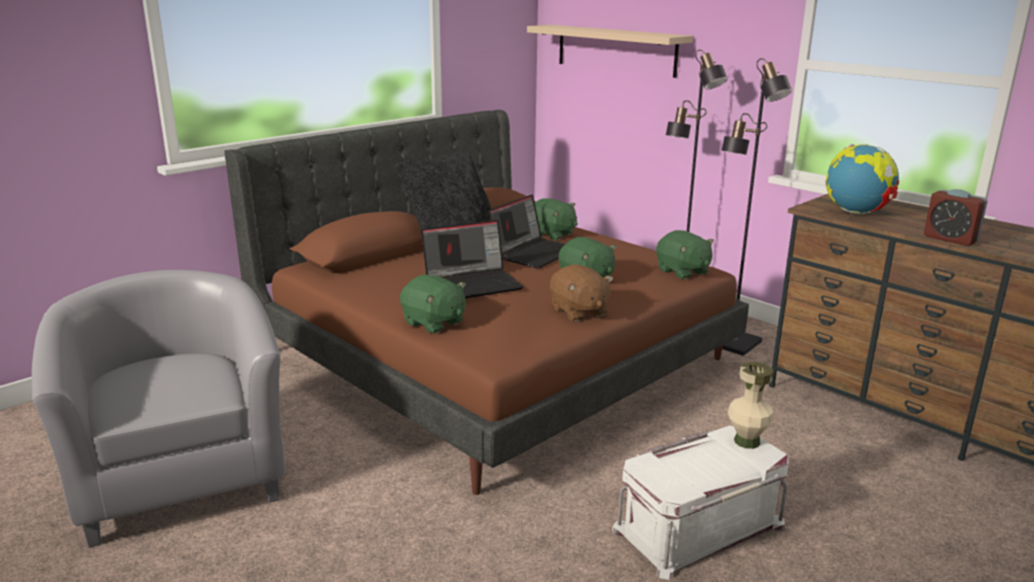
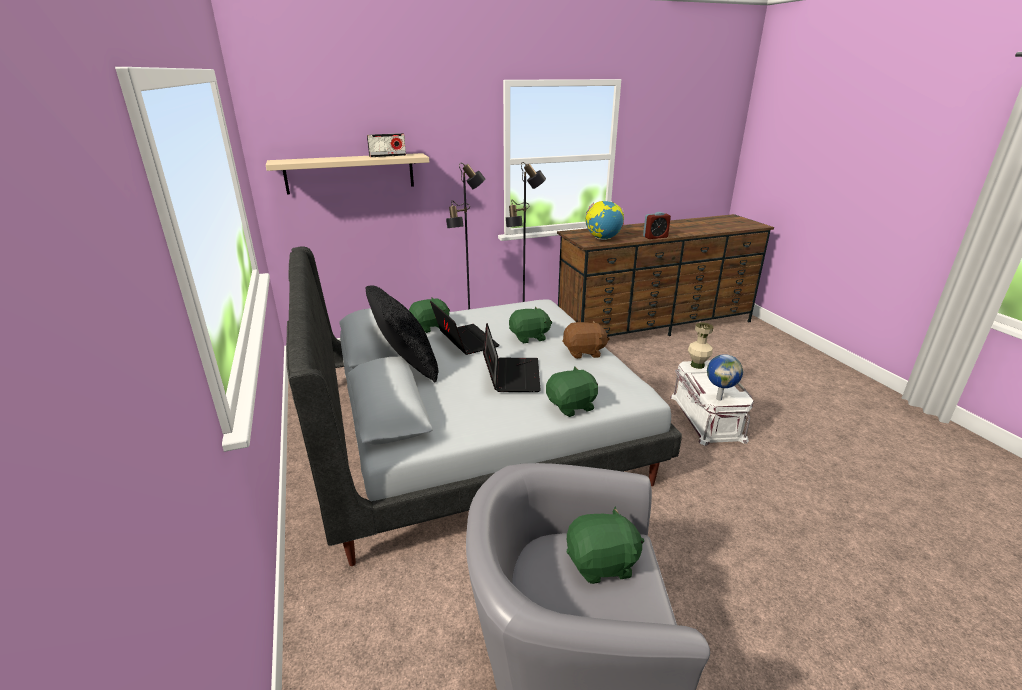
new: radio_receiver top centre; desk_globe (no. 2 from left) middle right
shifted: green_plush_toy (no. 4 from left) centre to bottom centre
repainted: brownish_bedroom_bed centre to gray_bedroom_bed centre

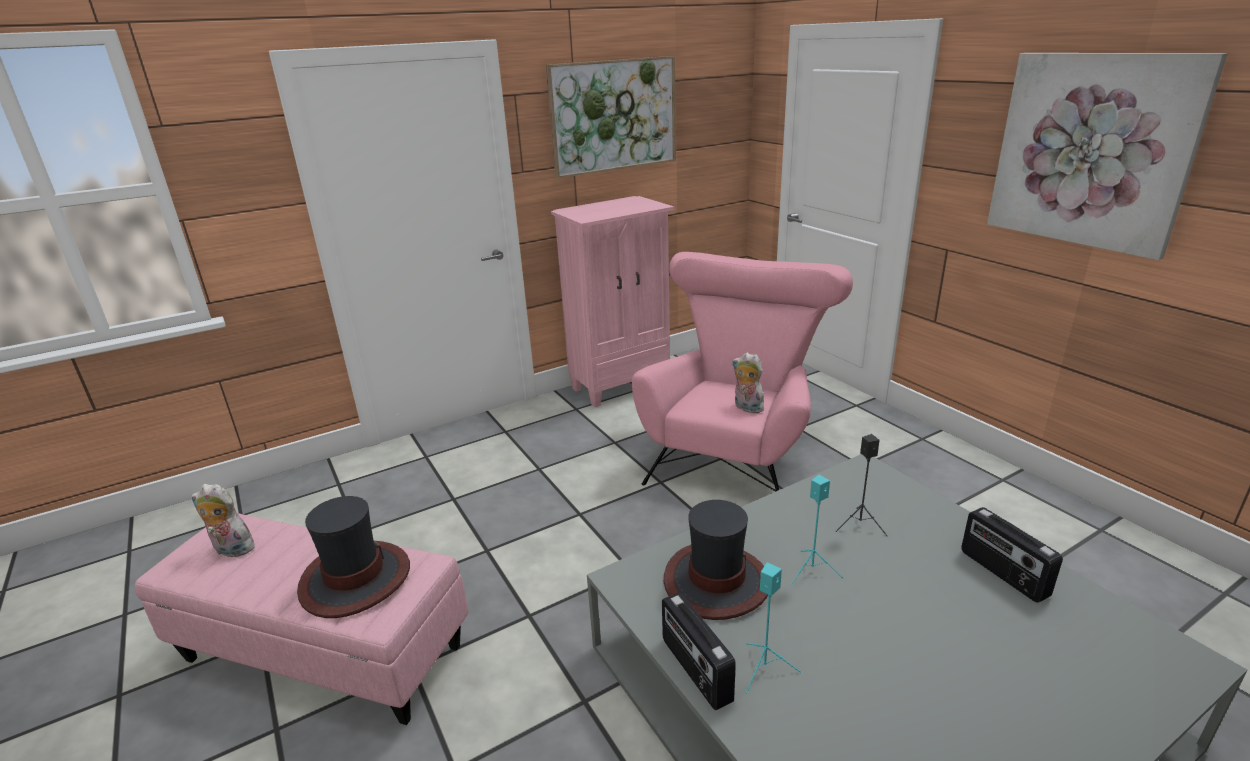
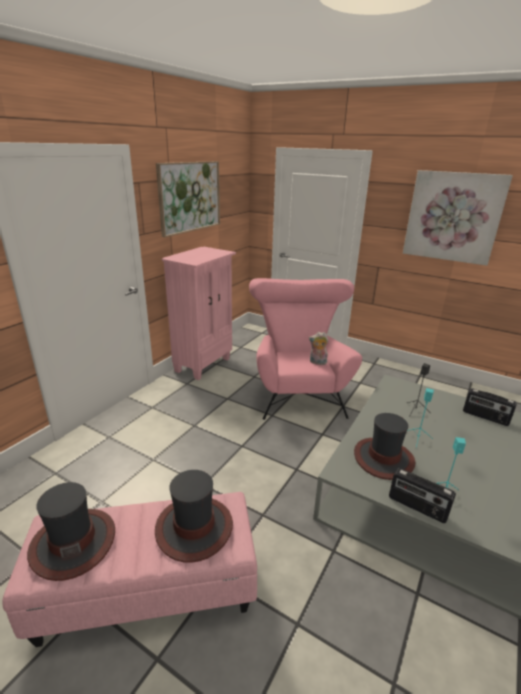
swapped: plush_toy (no. 1 from left) bottom left to hat (no. 1 from left) bottom left

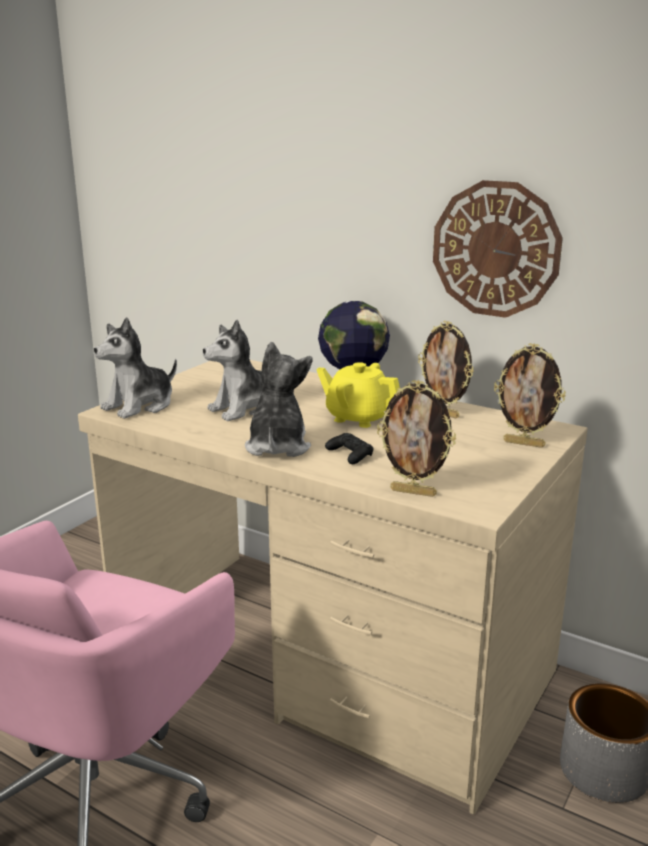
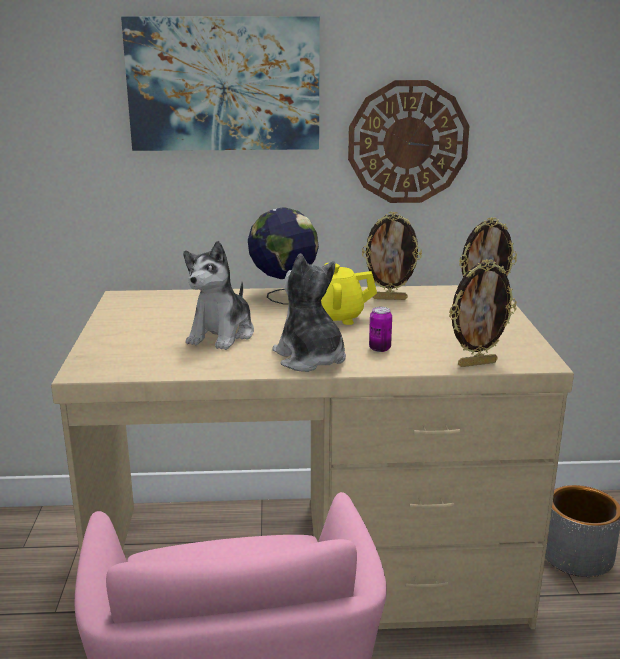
gone: plush_toy (no. 1 from left) middle left
new: wall_picture top centre
swapped: black_joypad centre to sealed_can centre

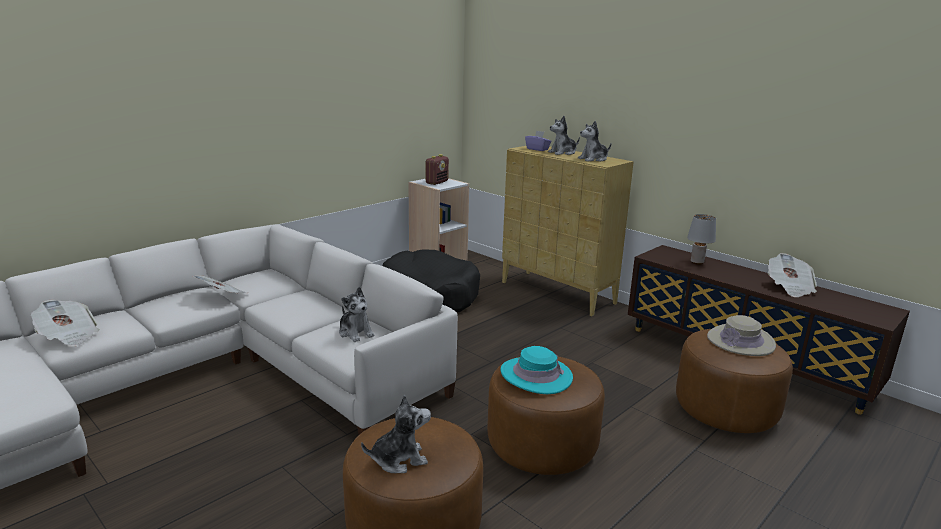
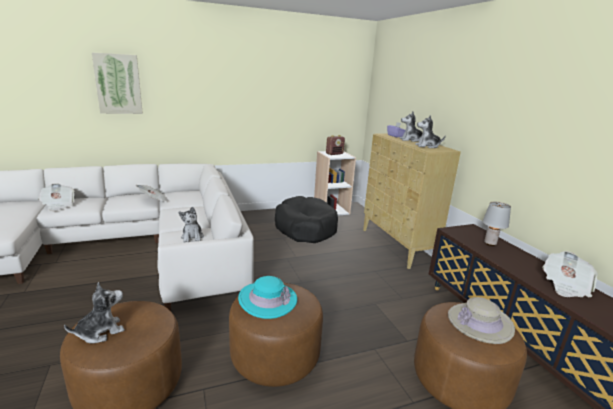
new: wall_picture top left
rotated: plush_toy (no. 2 from left in the first image) bottom centre = bottom left 45 degrees counterclockwise

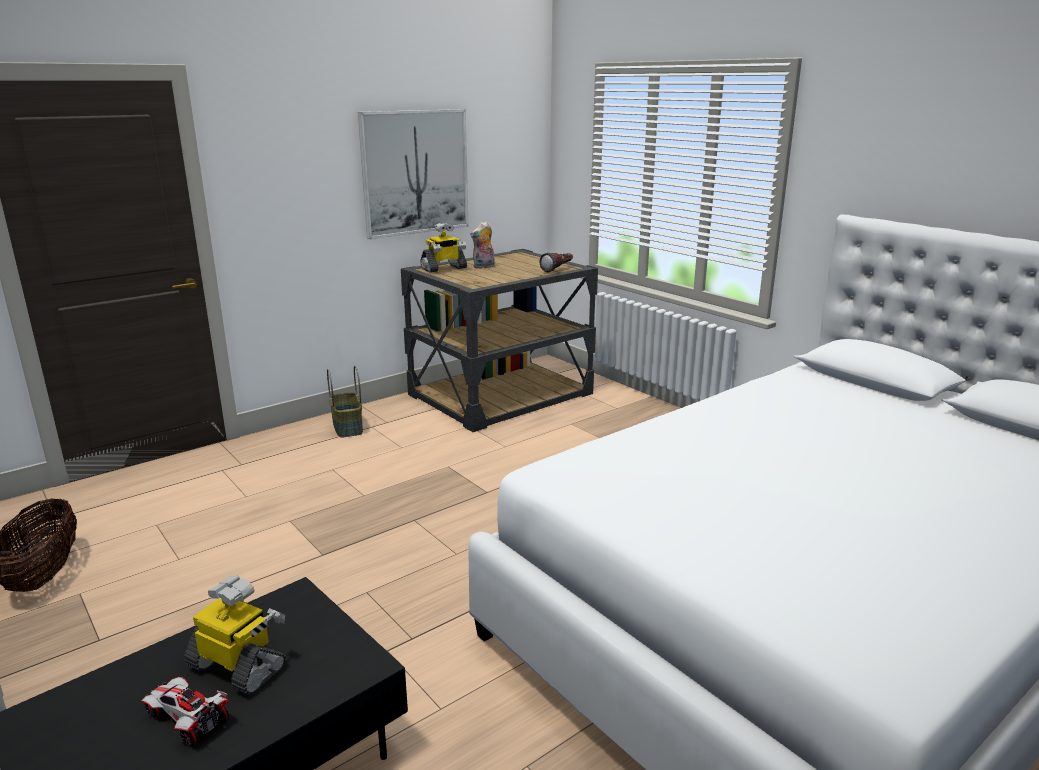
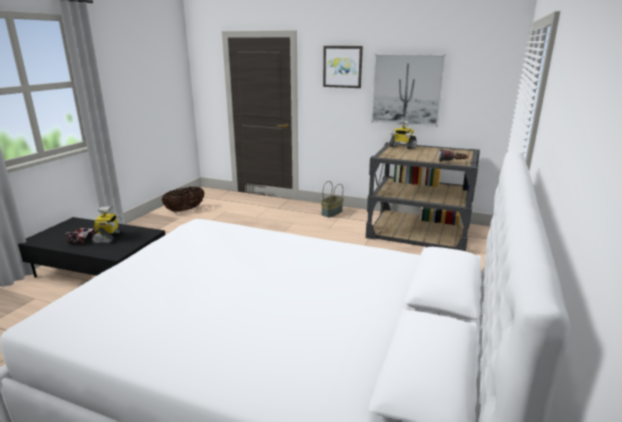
gone: plush_toy top centre
new: wall_picture (no. 1 from left) top centre

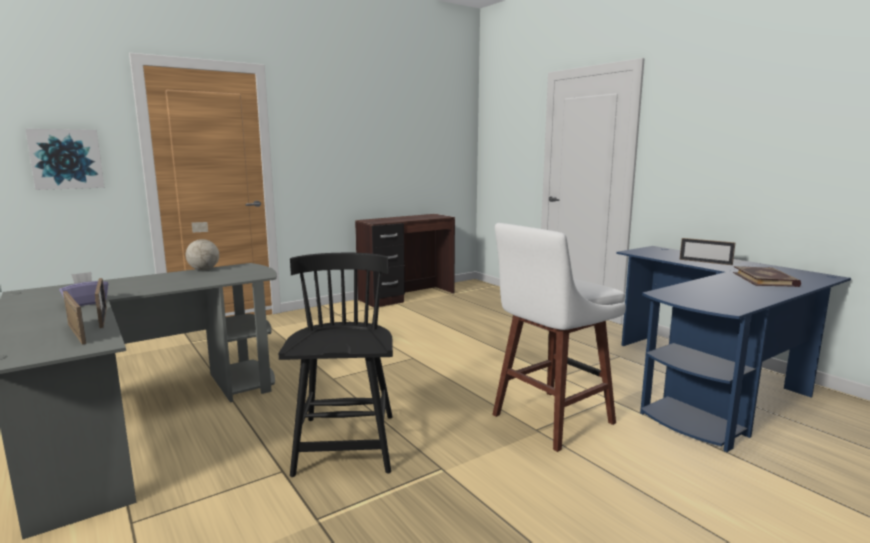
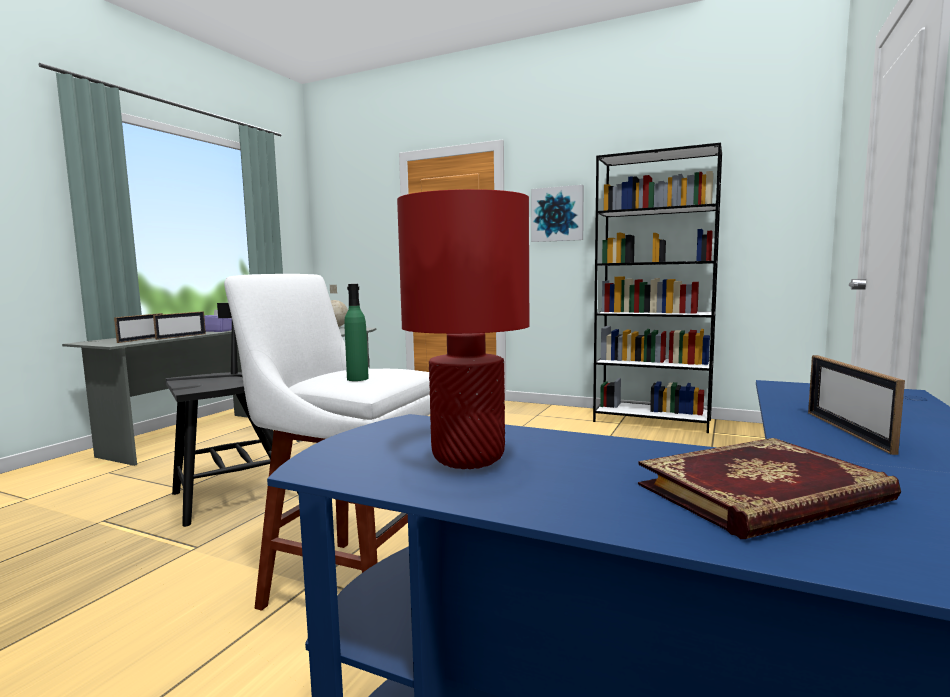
new: green_beverage_bottle centre; red-coloured_tabletop_lamp centre
shifted: wall_picture top left to top centre
swapped: brownish_desk_table centre to white_shelving_unit middle right

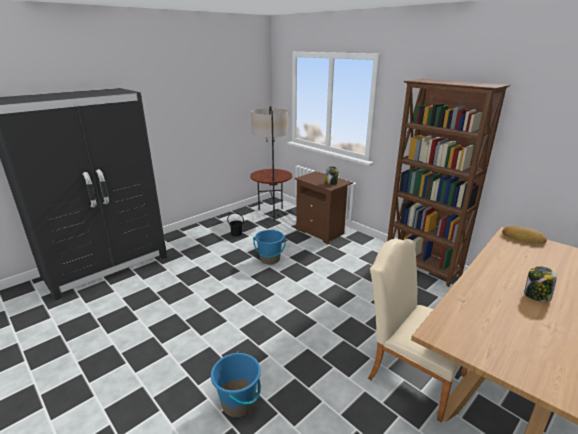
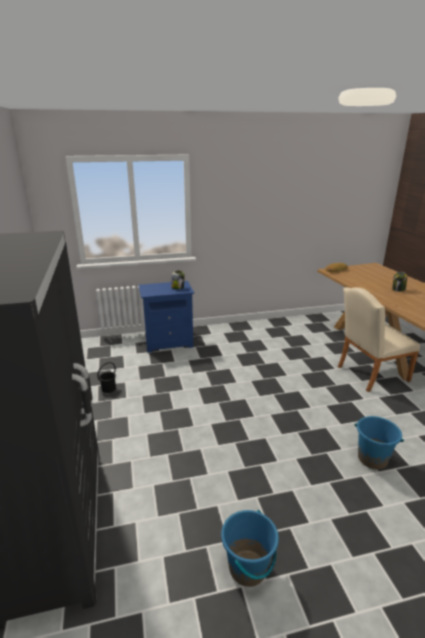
gone: floor_lamp centre; brownish_shelving_unit middle right
shifted: blue_bucket (no. 2 from left in the first image) centre to blue_bucket (no. 1 from left) bottom centre
repainted: brownish_night_table centre to blue_night_table centre

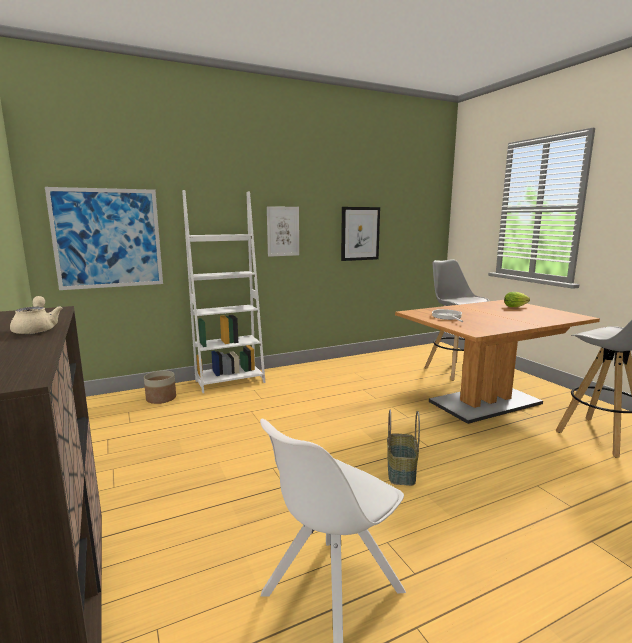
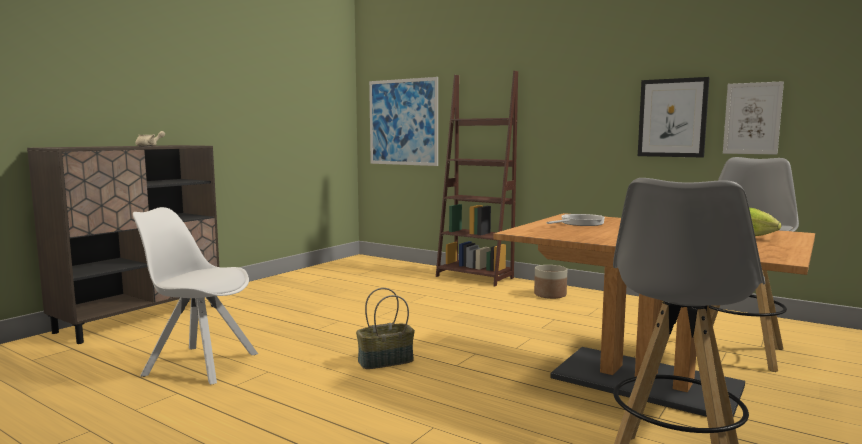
shifted: flower_pot middle left to centre; wall_picture (no. 2 from left in the first image) centre to wall_picture (no. 3 from left) top right
repainted: white_shelving_unit centre to brownish_shelving_unit centre

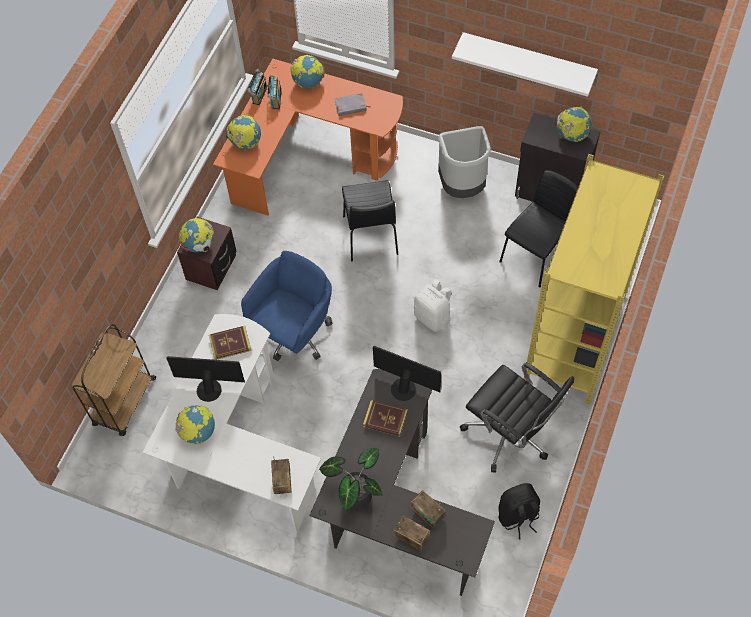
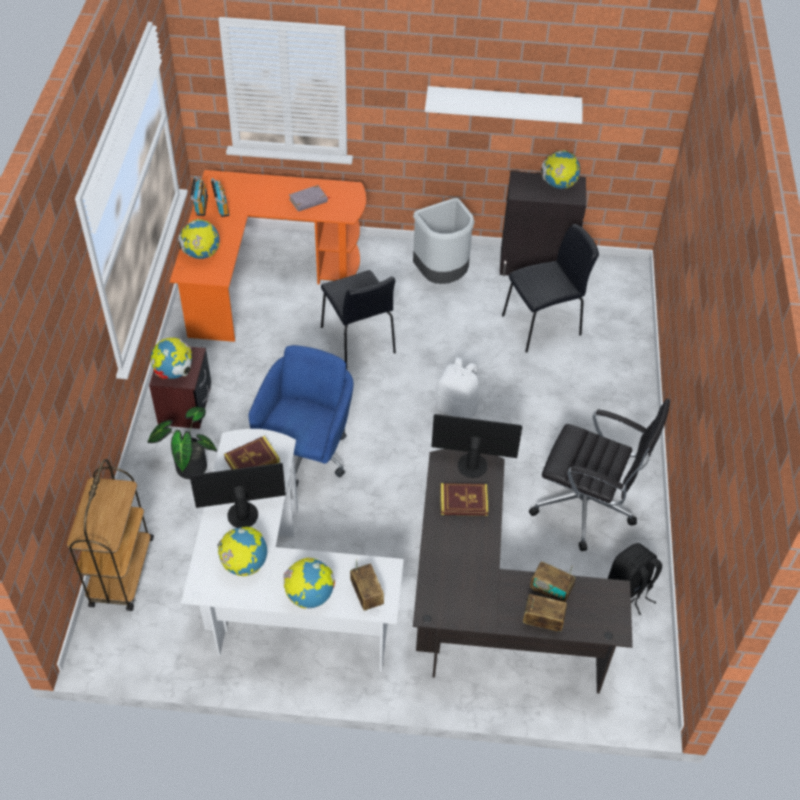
gone: yellow_shelving_unit middle right
shifted: desk_globe (no. 4 from left) top centre to bottom centre; potted_plant bottom centre to middle left
rotated: black_upright_chair (no. 2 from left) middle right = middle right 45 degrees clockwise

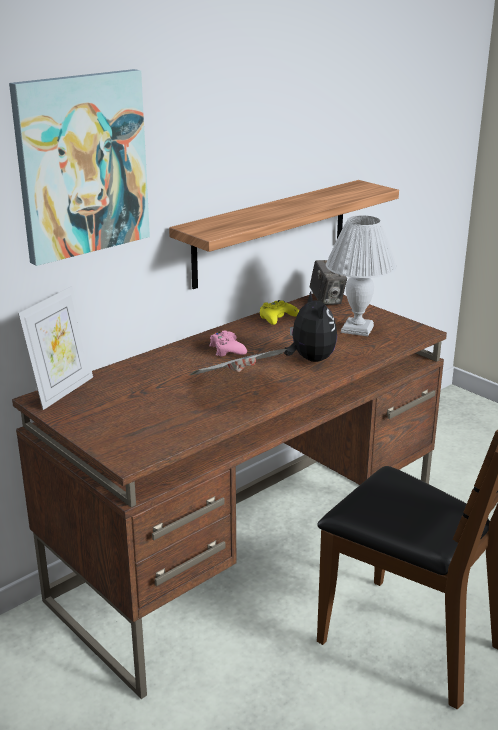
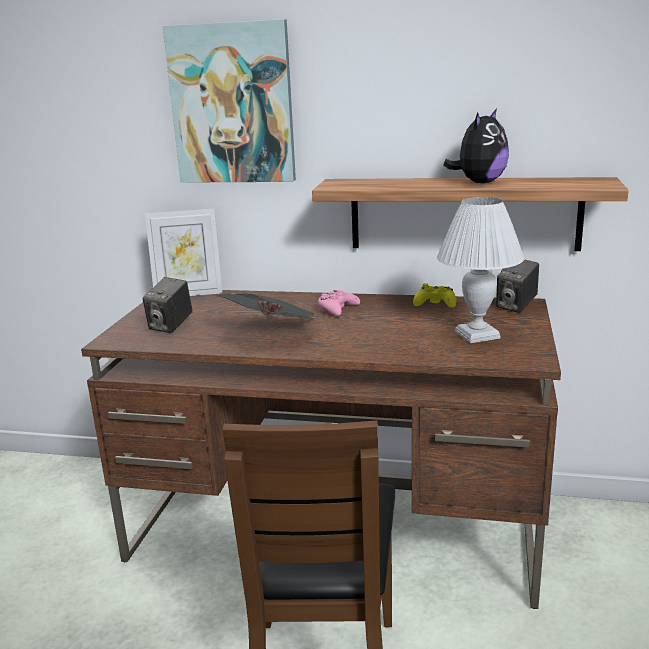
new: photo_camera (no. 1 from left) middle left
shifted: plush_toy centre to top right

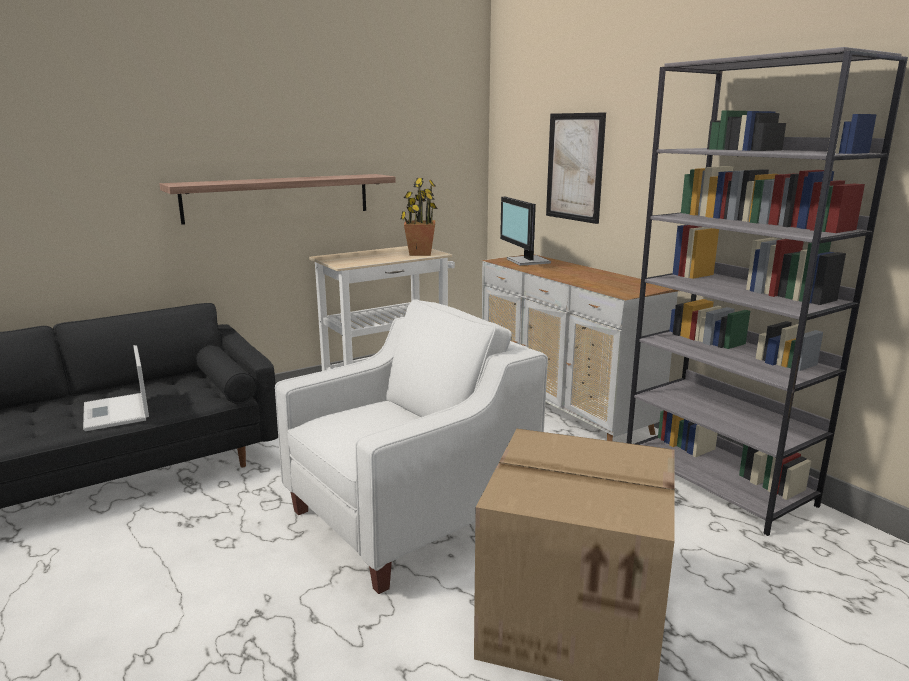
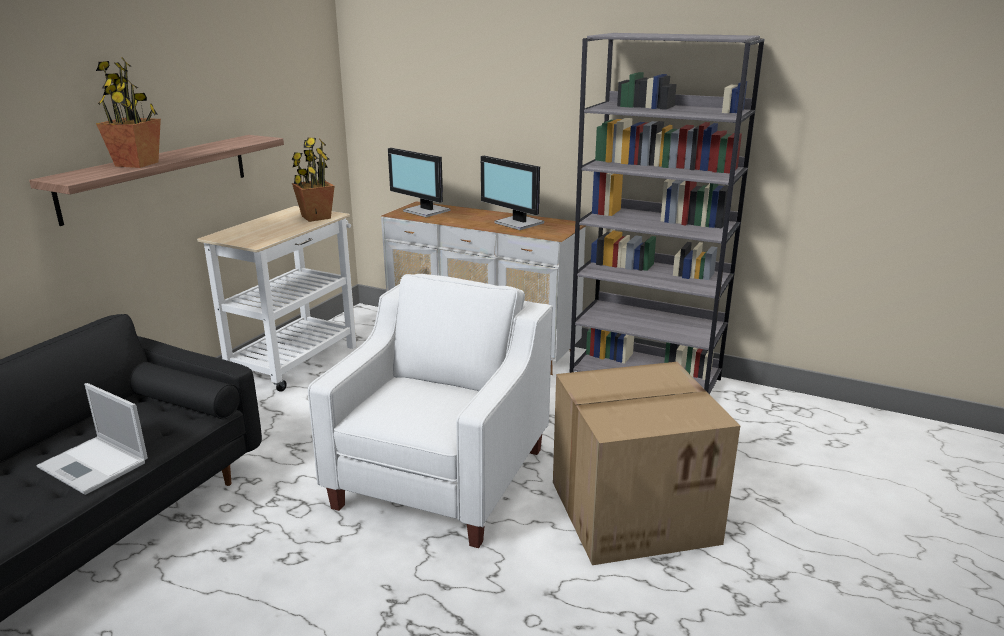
gone: wall_picture top centre
new: potted_plant (no. 1 from left) top left; computer_screen (no. 2 from left) top centre

